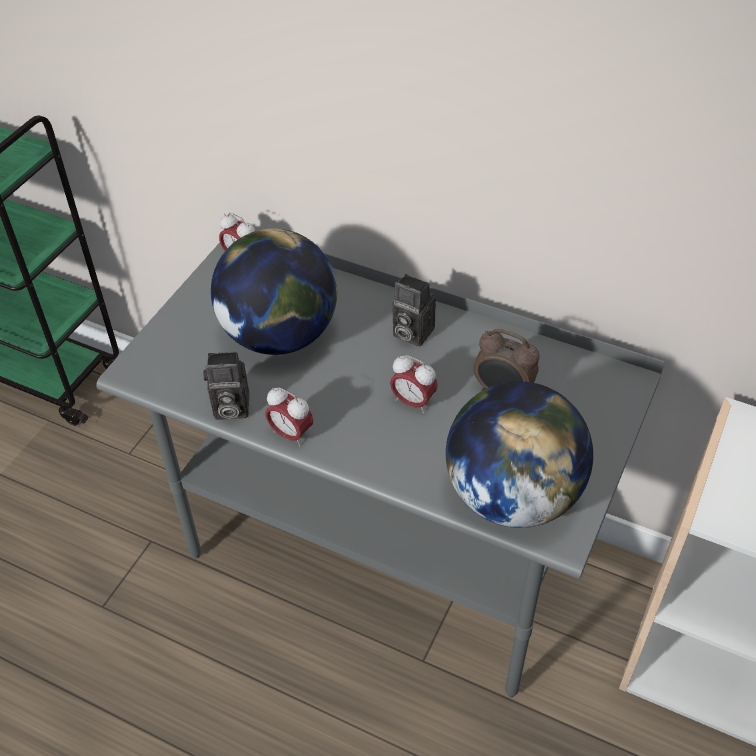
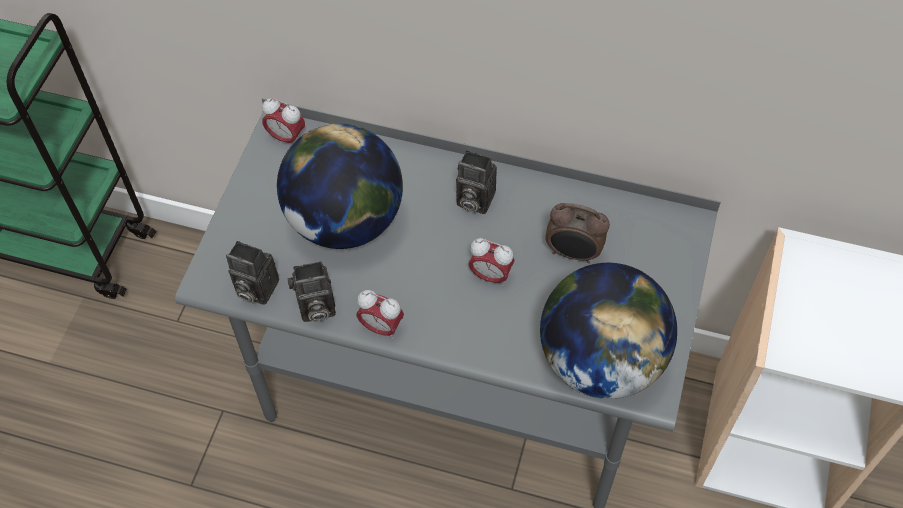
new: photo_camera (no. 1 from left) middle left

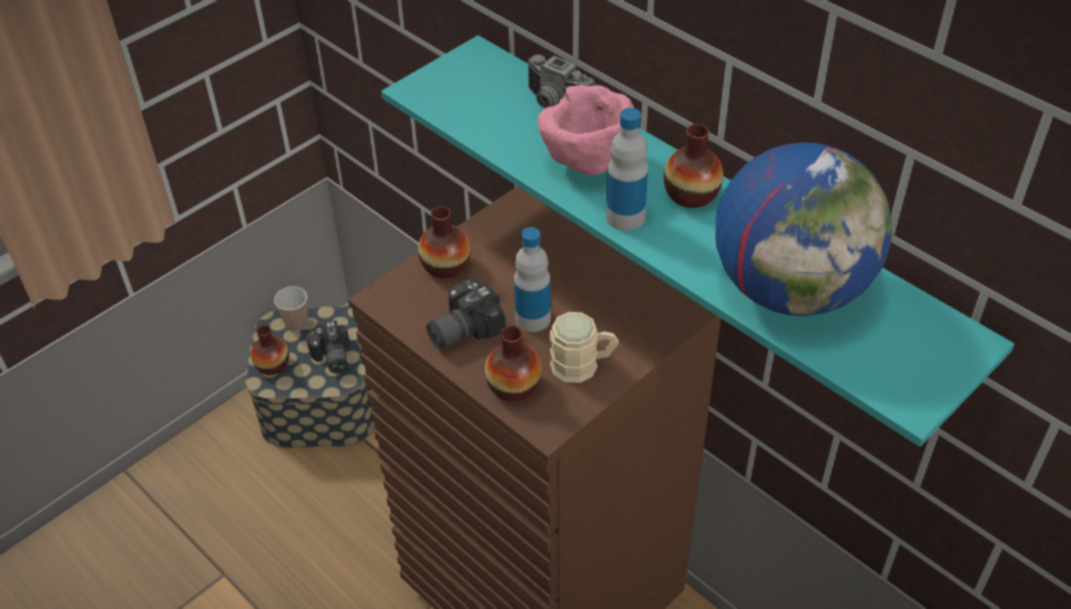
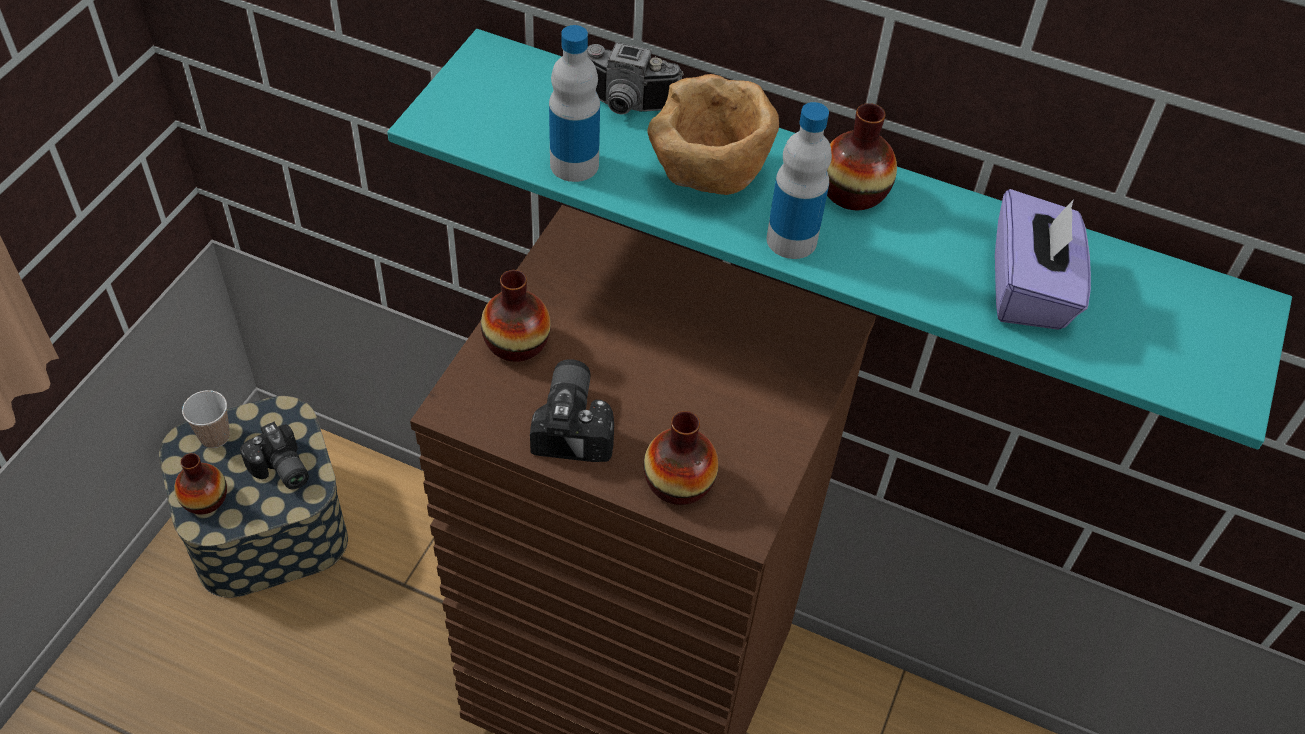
gone: beige-coloured_coffee_mug centre
shifted: beverage_bottle (no. 1 from left) centre to top centre
swapped: desk_globe middle right to purple-coloured_tissue_holder middle right
repainted: pink-coloured_bowl top centre to brownish_bowl top centre
rotated: photo_camera (no. 2 from left) centre = centre 150 degrees clockwise

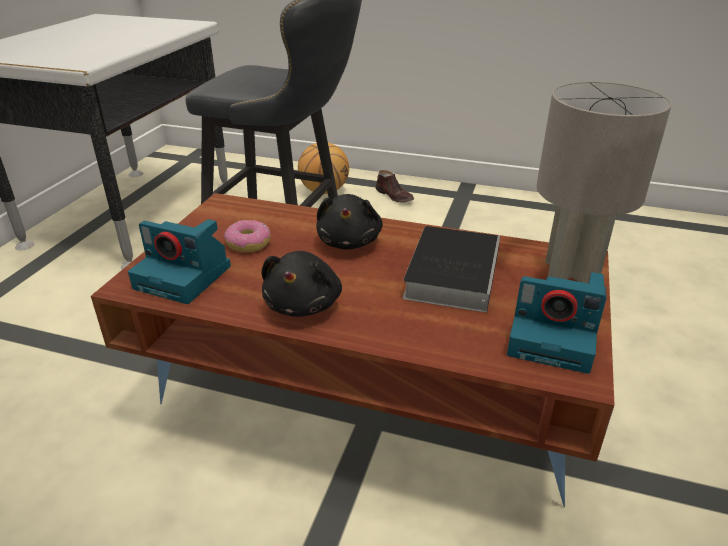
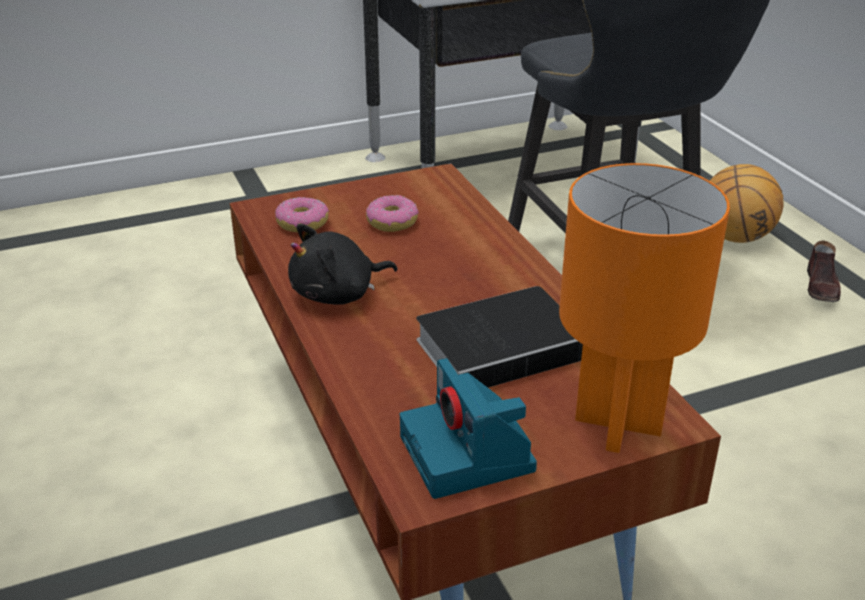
gone: black_plush_toy (no. 2 from left) centre
swapped: photo_camera (no. 1 from left) middle left to donut (no. 1 from left) centre
repainted: gray_tabletop_lamp middle right to orange_tabletop_lamp middle right

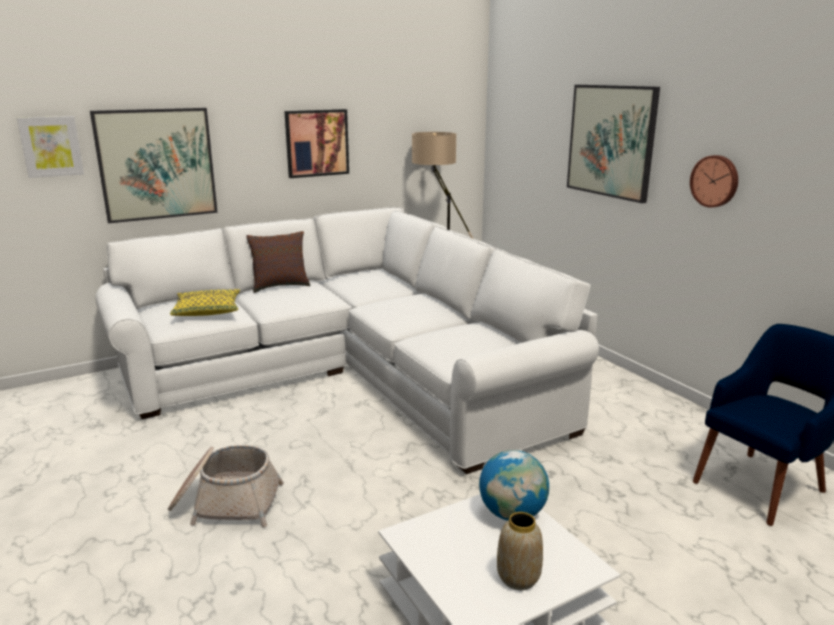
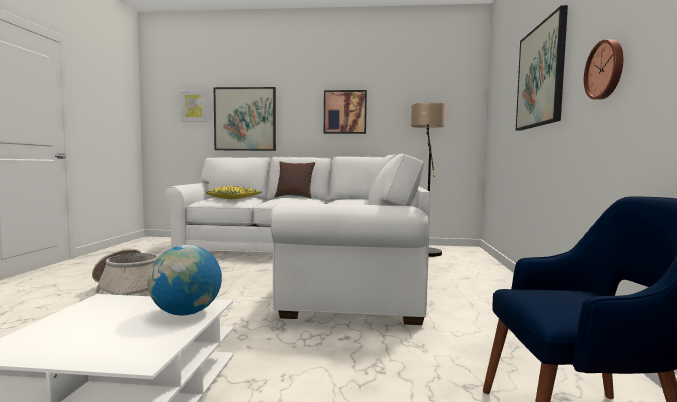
gone: vase bottom centre

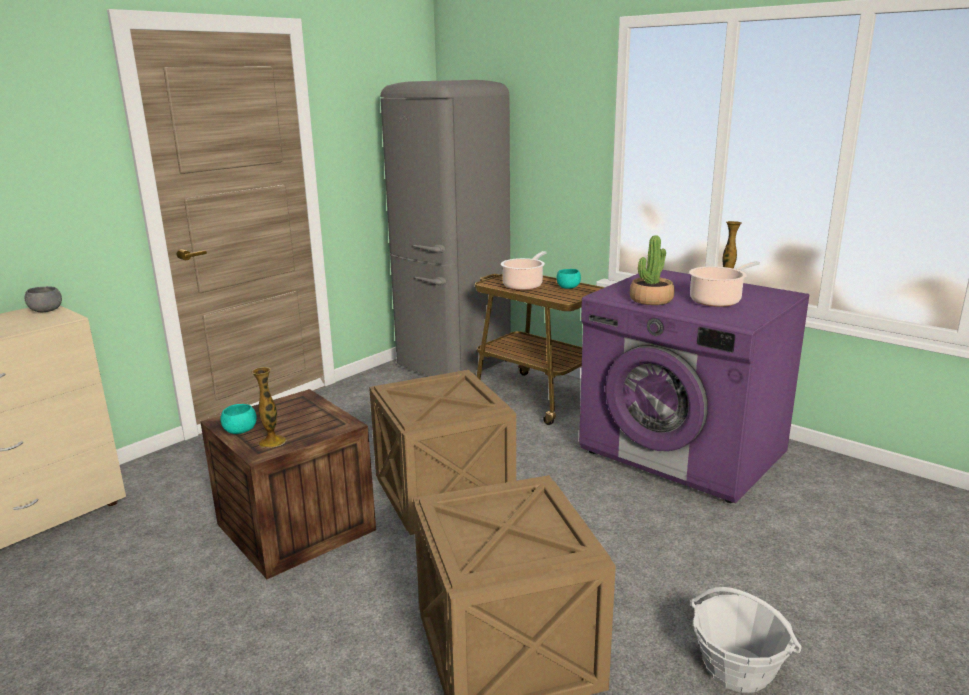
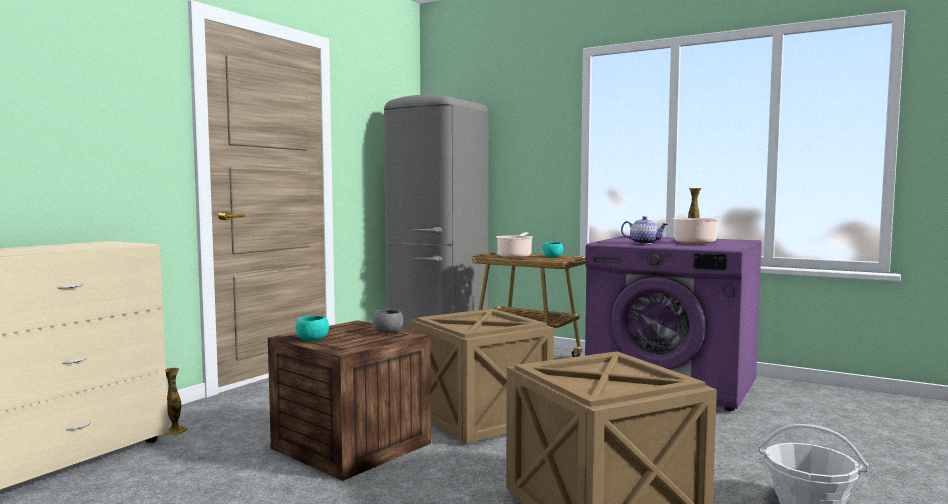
shifted: gray_bowl middle left to centre; vase (no. 1 from left) middle left to bottom left
swapped: potted_plant middle right to teapot middle right

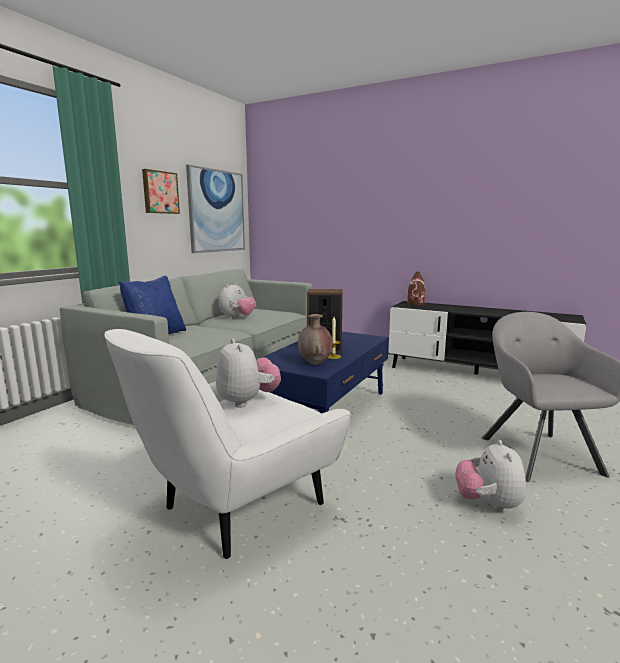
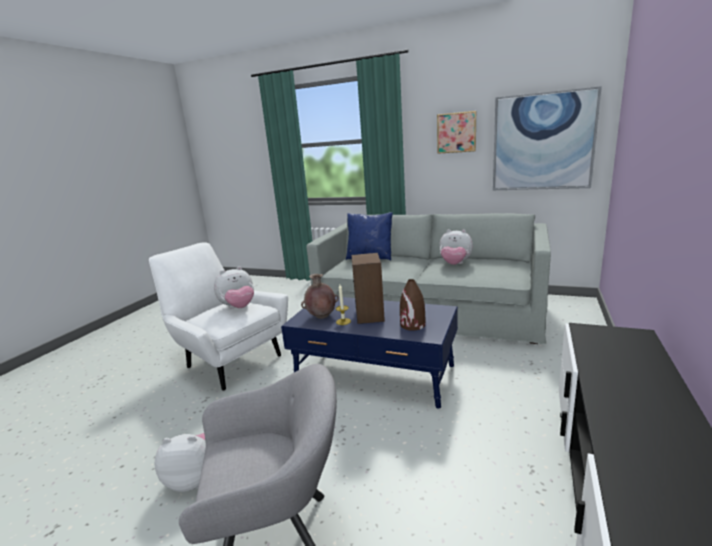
shifted: brownish_vase (no. 2 from left) middle right to centre

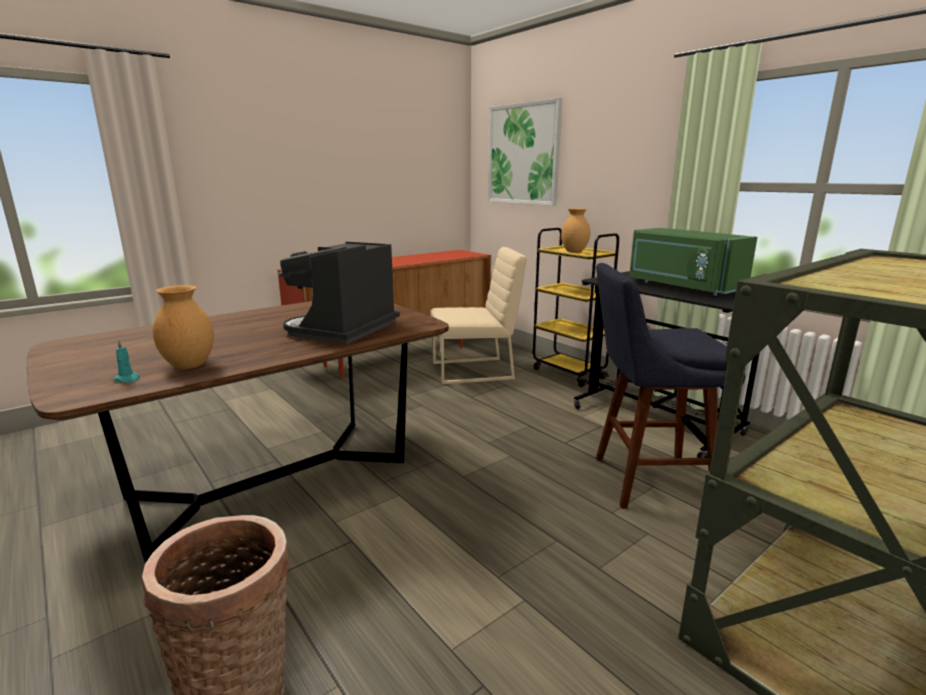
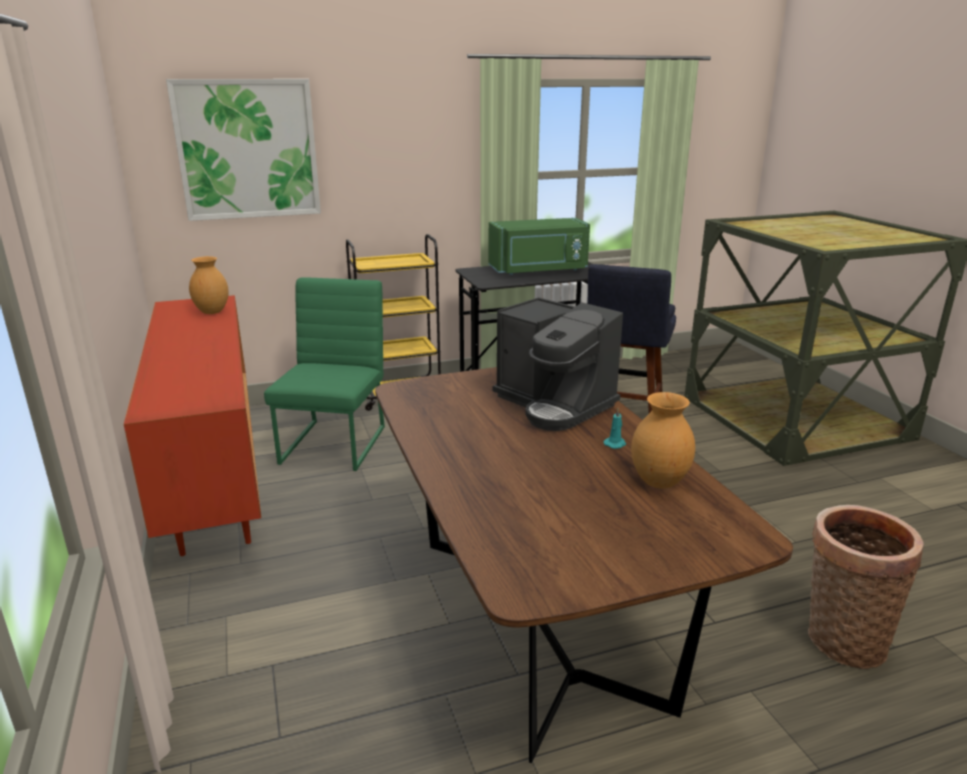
shifted: turquoise-coloured_wax_candle middle left to centre; brownish_vase (no. 2 from left in the first image) top centre to brownish_vase (no. 1 from left) middle left
repainted: beige-coloured_upright_chair centre to green_upright_chair centre

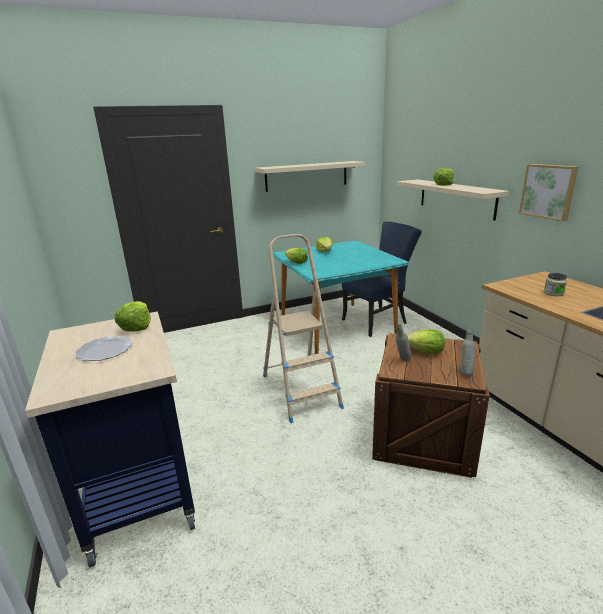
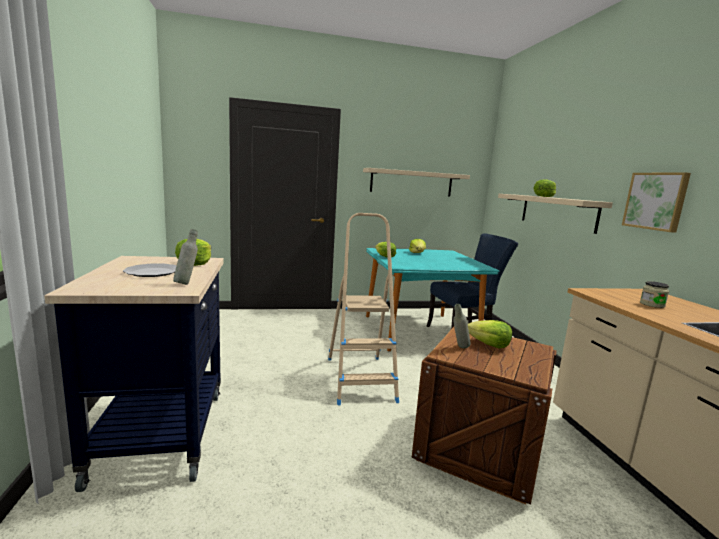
shifted: gray_beverage_bottle (no. 2 from left in the first image) middle right to gray_beverage_bottle (no. 1 from left) middle left

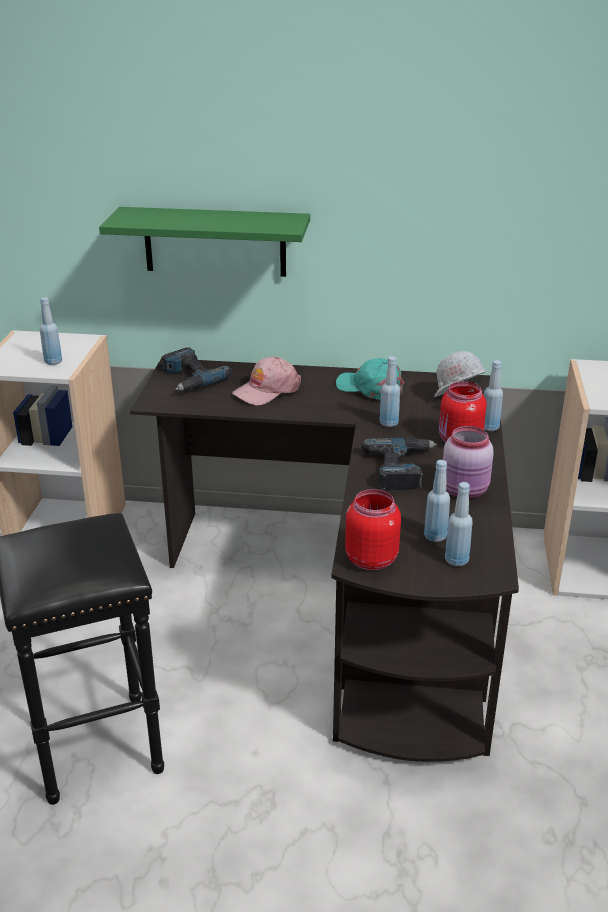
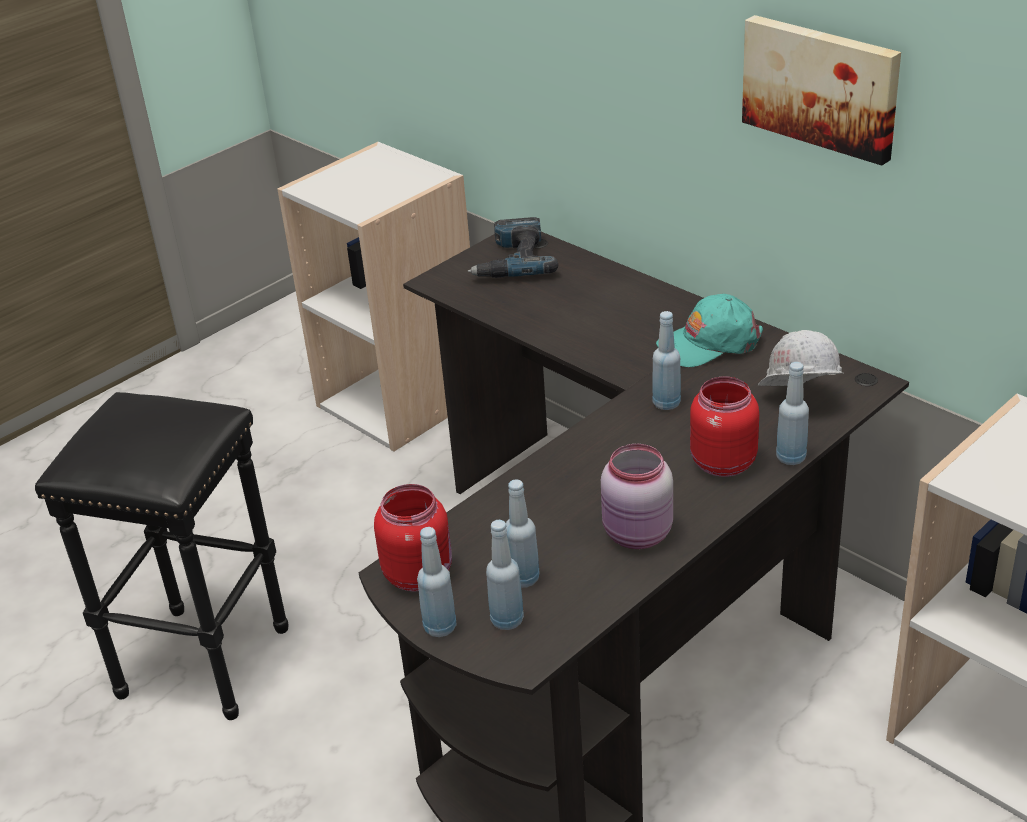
gone: green_bracket_shelf top centre; pink-coloured_baseball_cap centre; drill (no. 2 from left) centre
new: wall_picture top right
shifted: blue_beverage_bottle (no. 1 from left) middle left to bottom centre
rotated: turquoise-coloured_baseball_cap centre = middle right 90 degrees counterclockwise

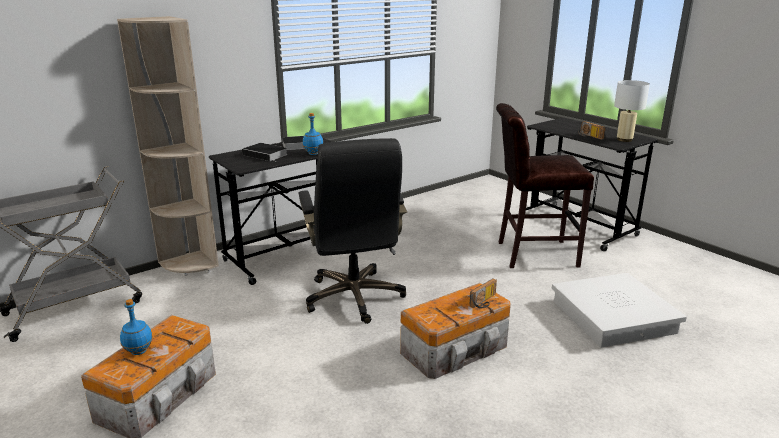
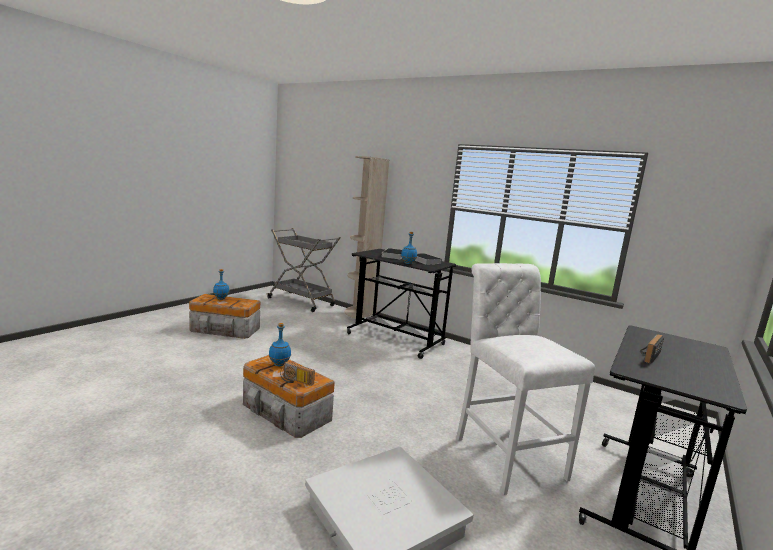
gone: black_desk_chair centre; white_tabletop_lamp top right
new: blue_beverage_bottle (no. 2 from left) centre
repainted: brownish_stool_seat middle right to white_stool_seat bottom right

